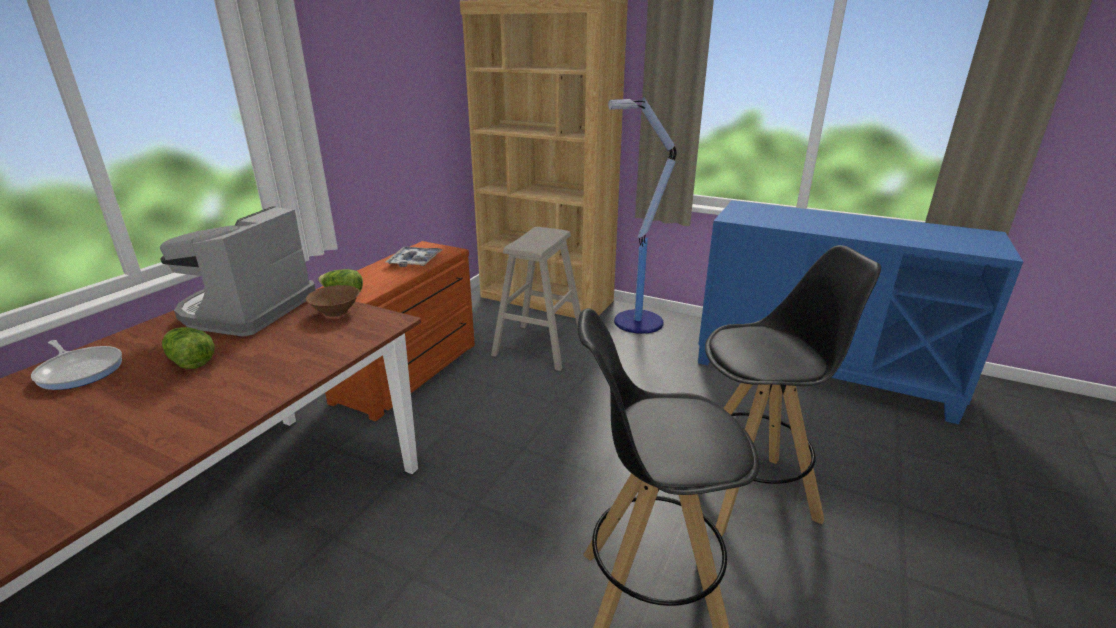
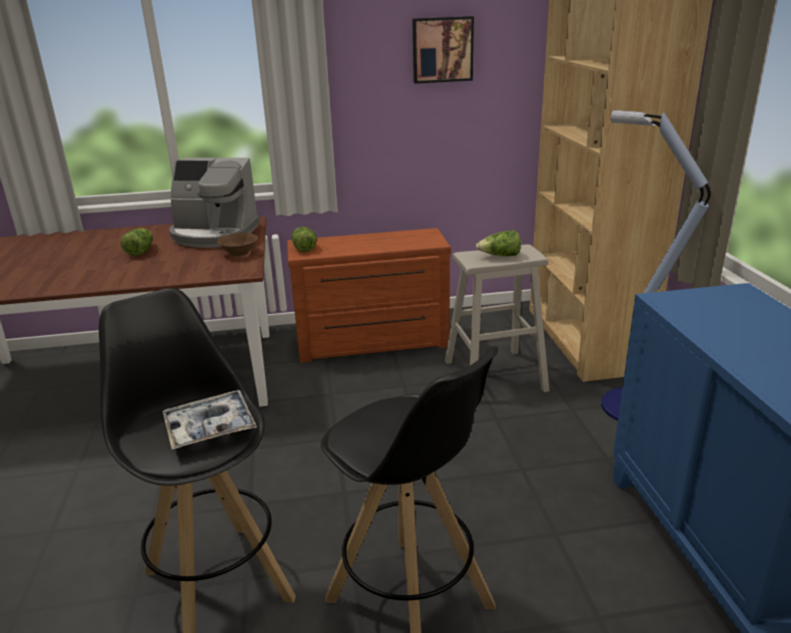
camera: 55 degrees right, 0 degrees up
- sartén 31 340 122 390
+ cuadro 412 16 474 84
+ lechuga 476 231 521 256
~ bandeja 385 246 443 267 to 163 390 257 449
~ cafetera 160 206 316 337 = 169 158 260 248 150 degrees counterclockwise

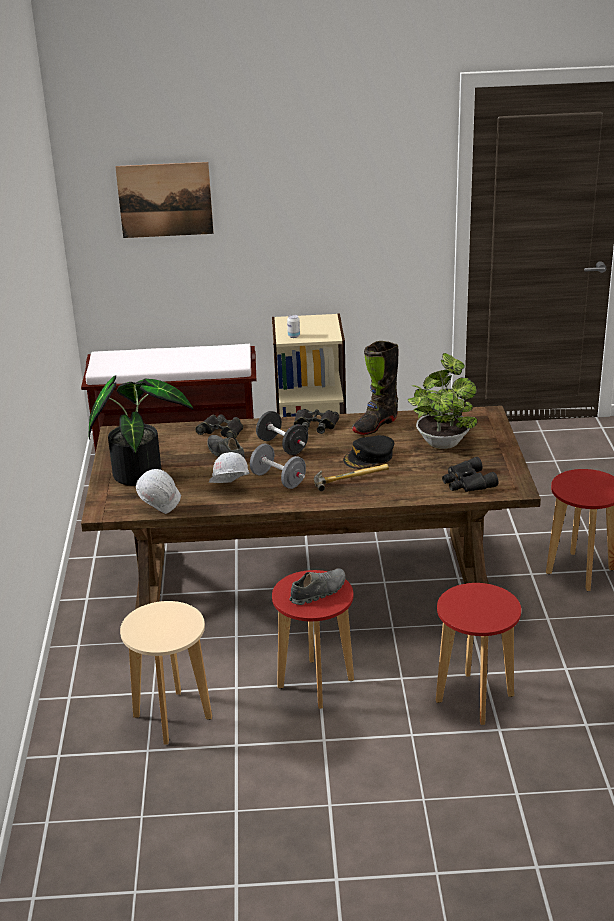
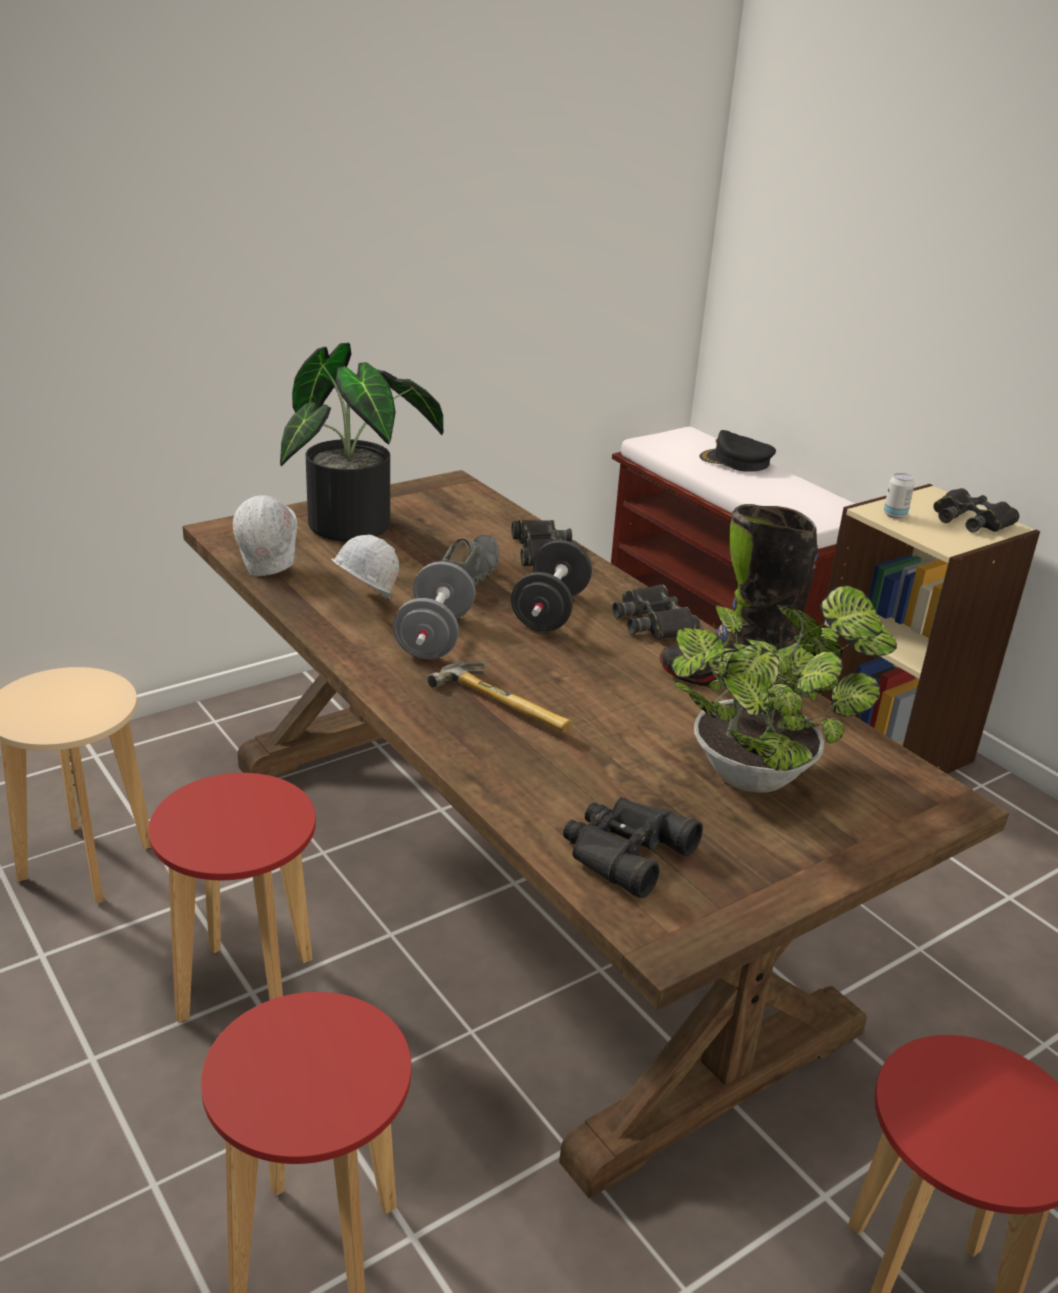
camera: 55 degrees right, 0 degrees up
- cuadro 115 162 214 238
- zapato (gris) 289 568 346 605
+ prismáticos (negro) 933 488 1019 533
~ gorra (negro) 343 435 394 469 to 699 430 776 472

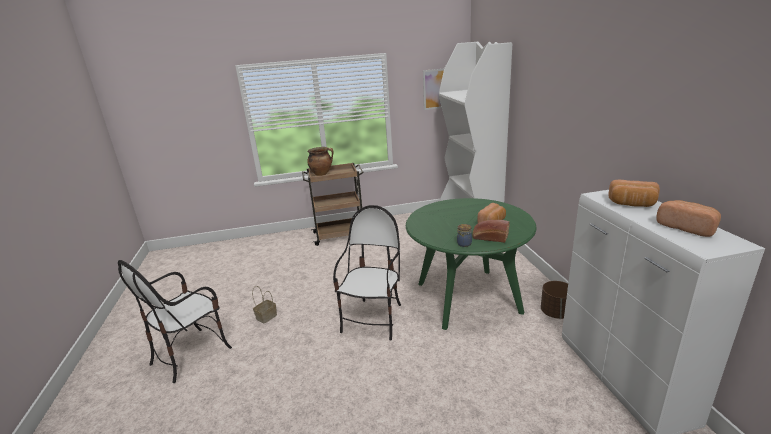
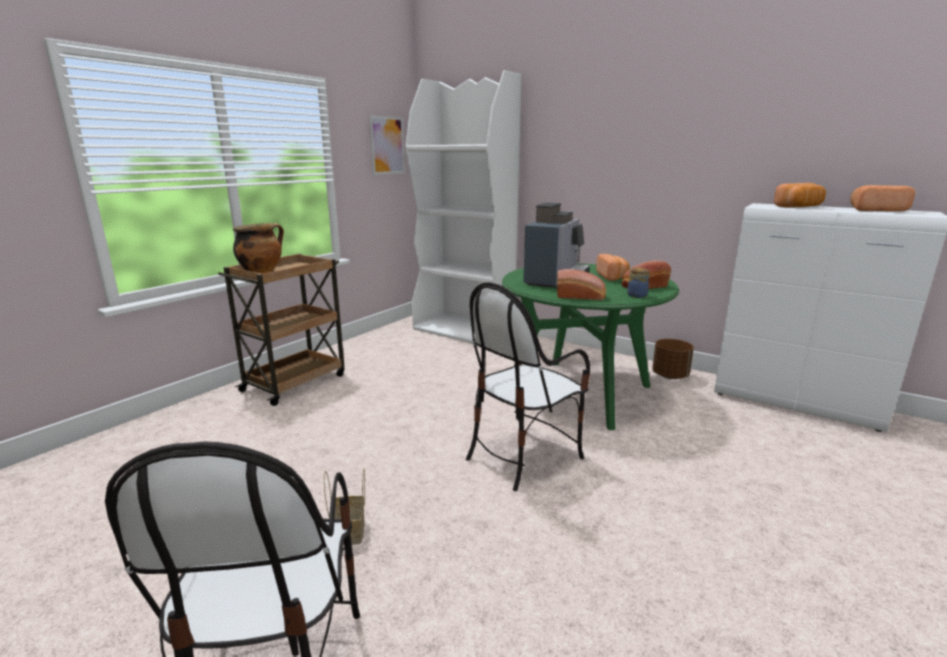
camera: 45 degrees left, 5 degrees down
+ cafetera 523 202 590 288
+ pan 557 269 606 300
~ silla 333 205 401 341 = 466 282 590 491 105 degrees counterclockwise

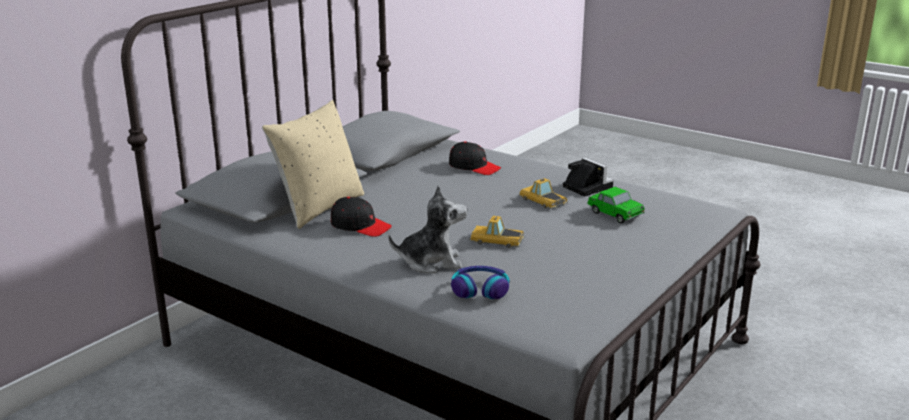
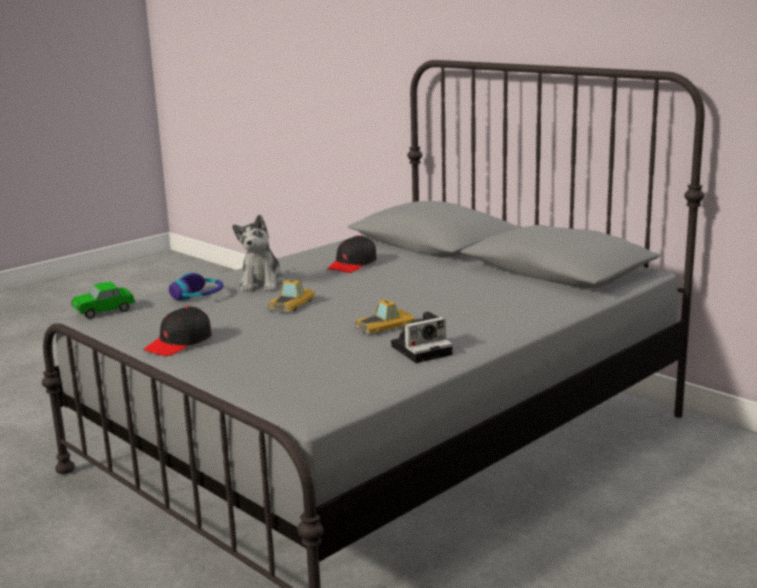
camera: 100 degrees right, 5 degrees down
- cojín (beis) 262 100 364 229
~ gorra (negro) 449 141 501 175 to 143 306 212 356
~ coche de juguete 587 187 645 223 to 71 281 136 319

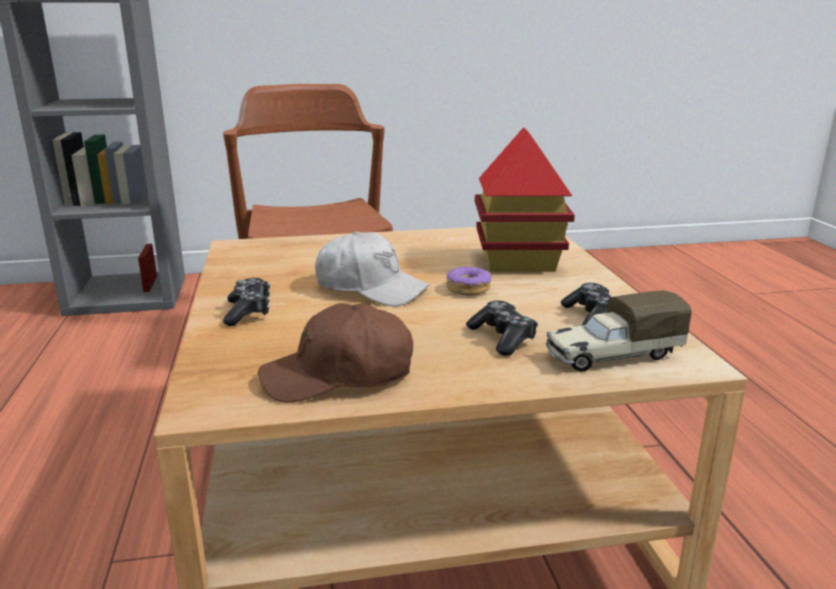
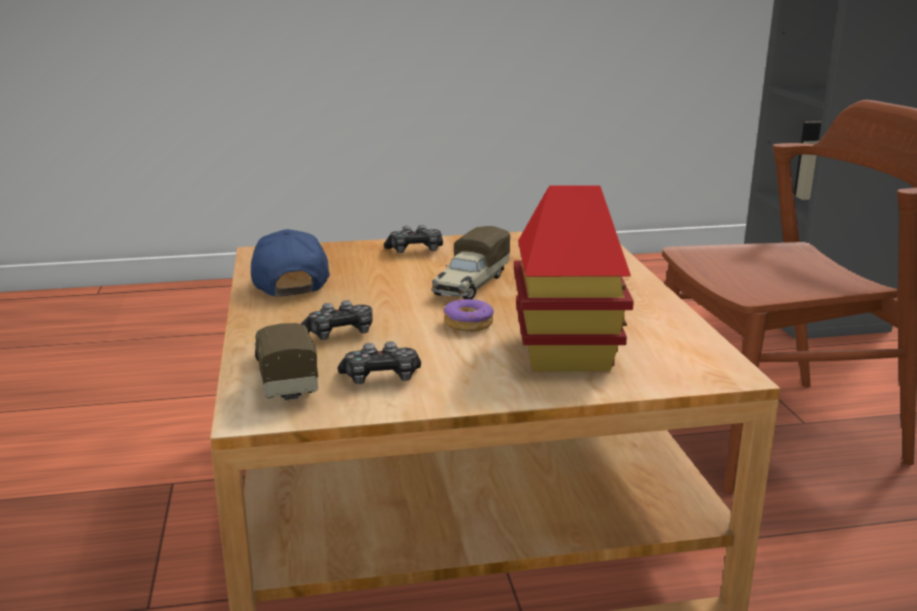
camera: 90 degrees right, 0 degrees up
~ gorra (blanco) 315 231 430 307 to camión de juguete 431 226 510 299
~ gorra (marrón) 258 303 413 403 to gorra (azul) 251 229 330 296

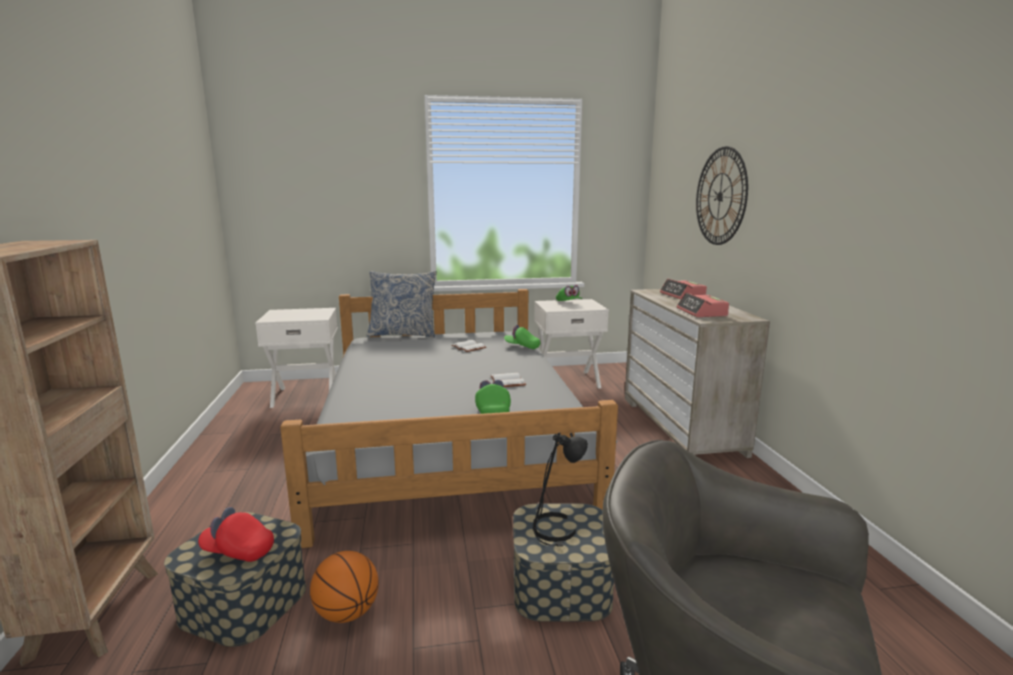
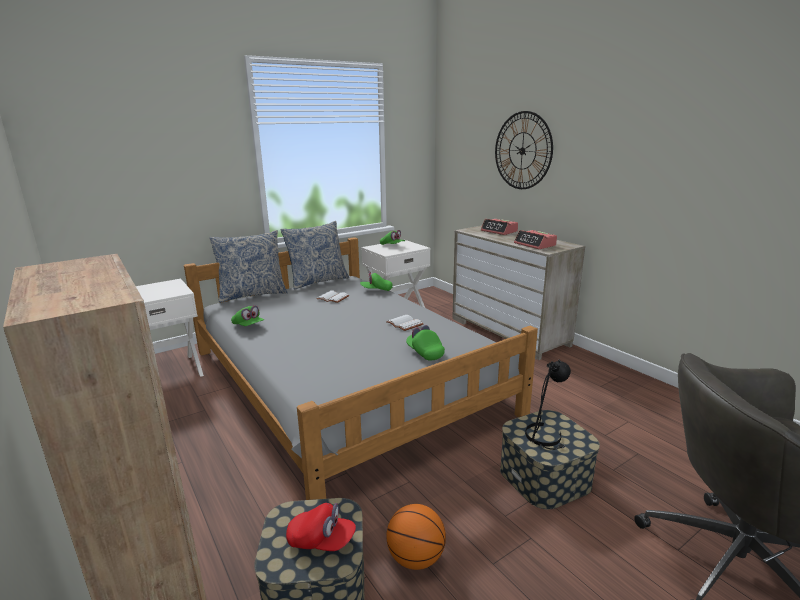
camera: 25 degrees left, 5 degrees up
+ gorra (verde) 231 306 264 326
+ cojín 280 221 349 290
~ gorra (rojo) 198 507 274 562 = 286 503 356 551 150 degrees counterclockwise

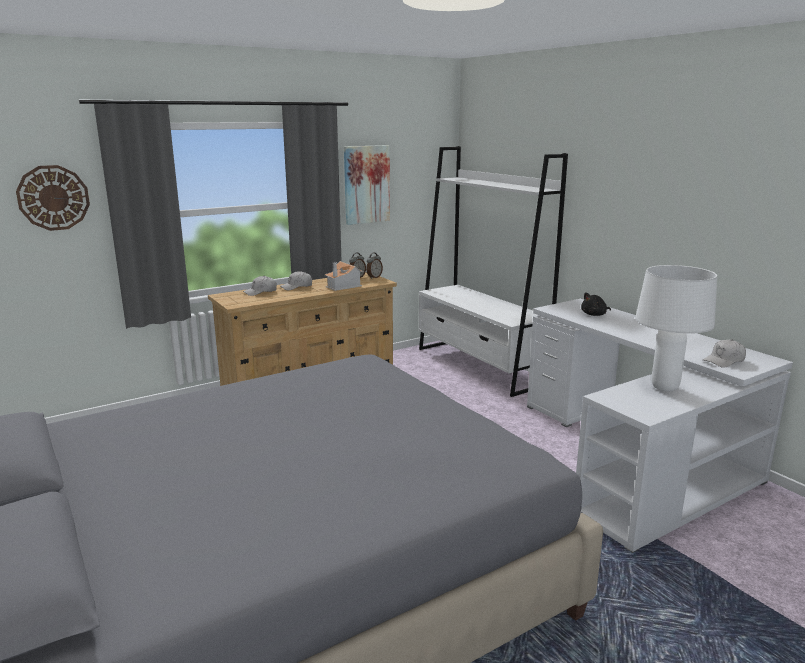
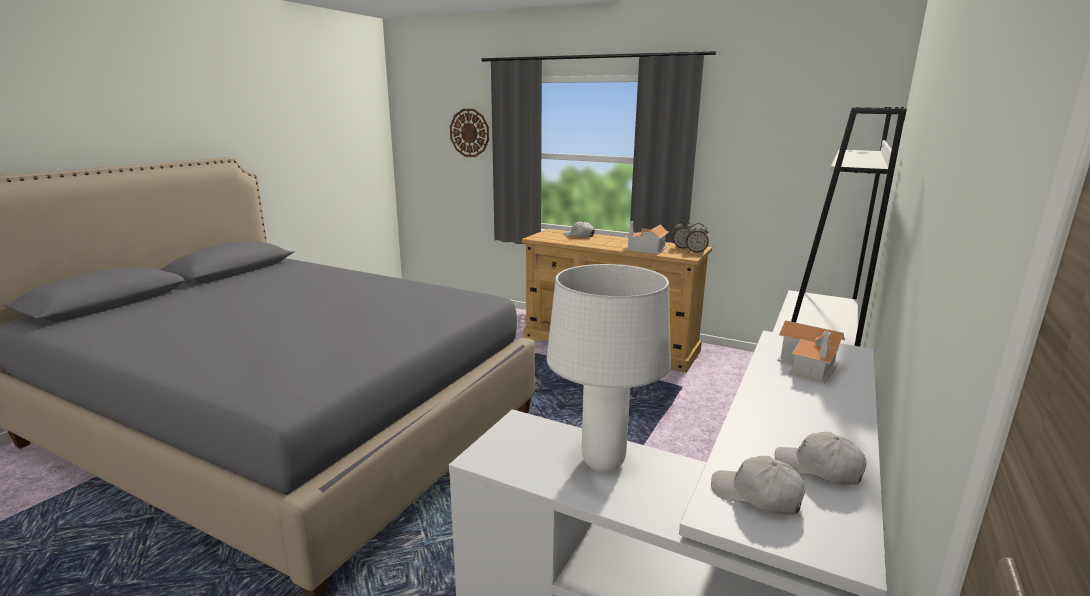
camera: 60 degrees right, 0 degrees up
- cuadro 344 145 390 225
~ gorra (blanco) 280 271 312 290 to 775 432 867 485
~ peluche (negro) 581 292 611 316 to casita 777 320 845 384

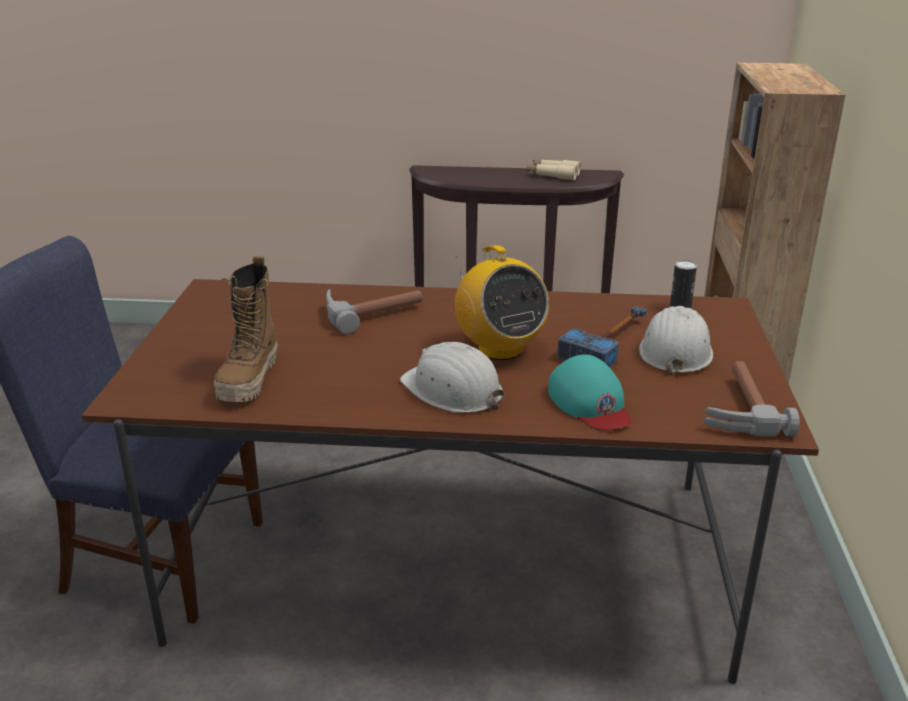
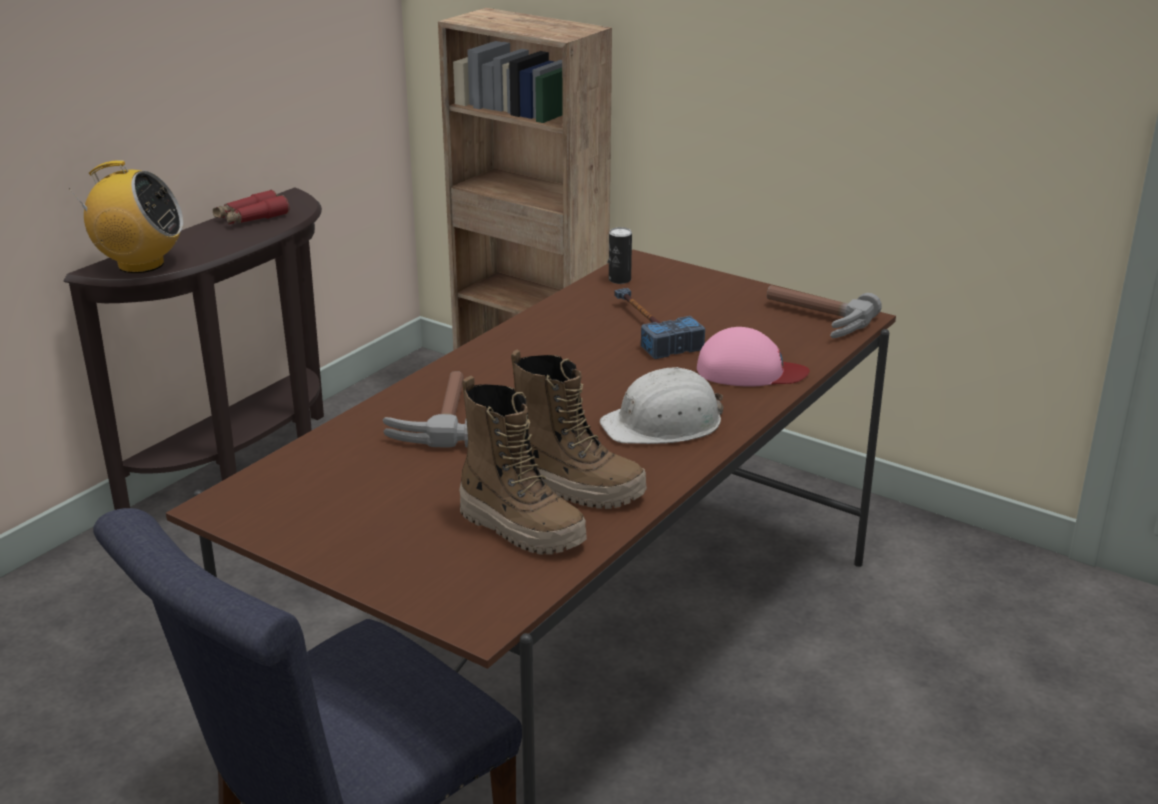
camera: 60 degrees left, 0 degrees up
- casco (blanco) 639 306 713 376
+ bota 511 349 647 509
~ radio 455 245 549 360 to 68 160 183 273
~ prismáticos (beis) 527 160 581 181 to prismáticos (rojo) 213 190 289 224
~ gorra (turquesa) 548 354 631 430 to gorra (rosa) 697 327 809 387

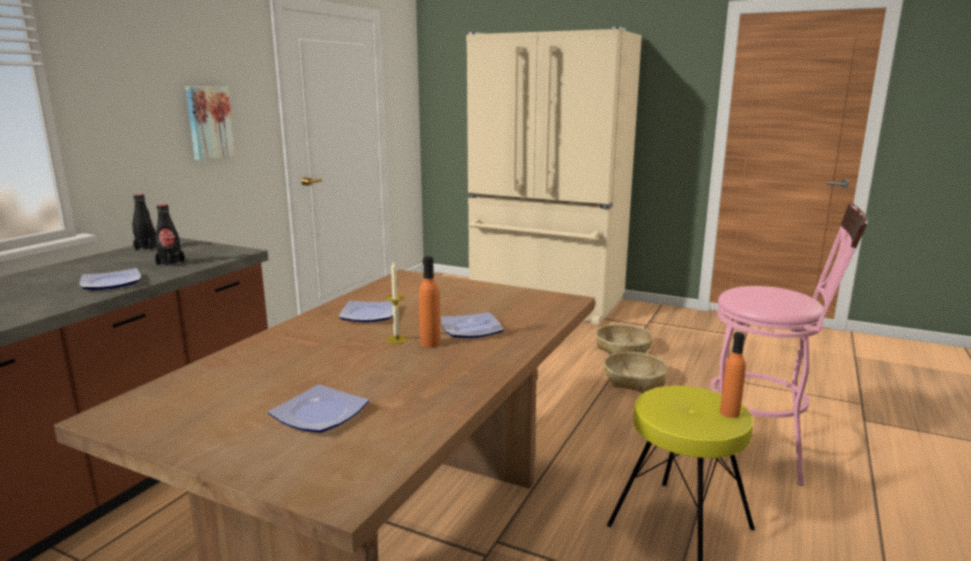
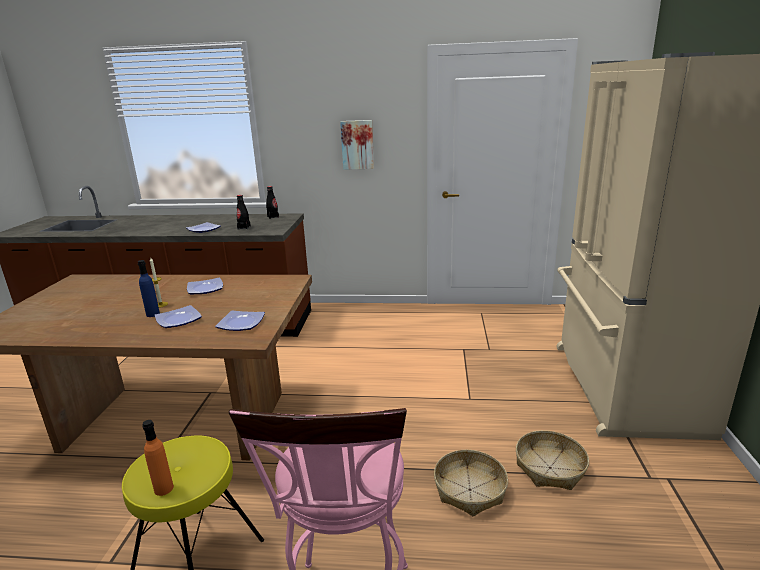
camera: 70 degrees right, 5 degrees up
~ plato 268 384 369 433 to 215 311 265 331
~ botella (naranja) 419 256 440 348 to botella (azul) 138 260 160 317

